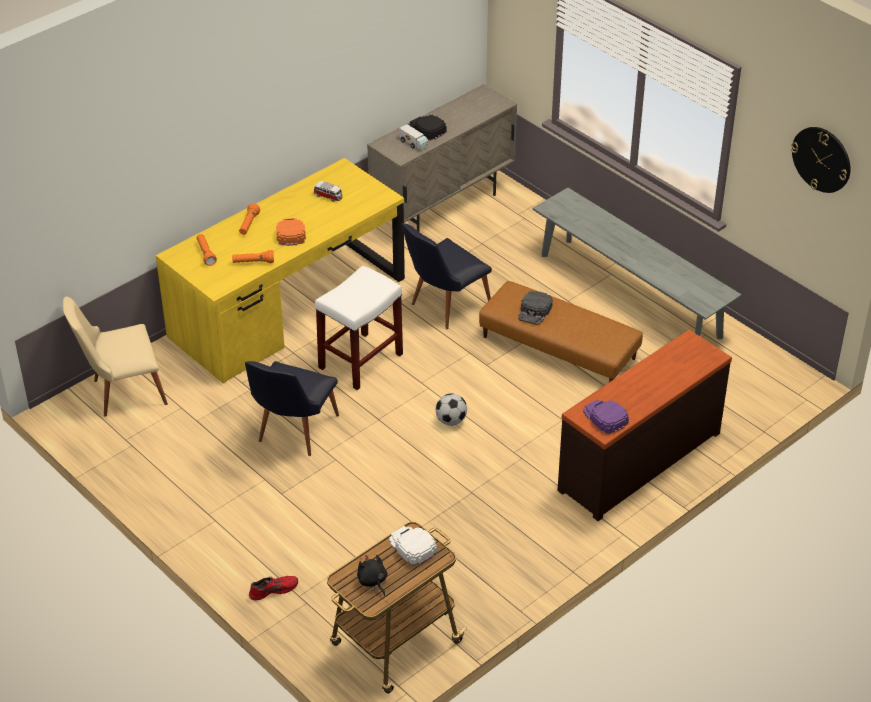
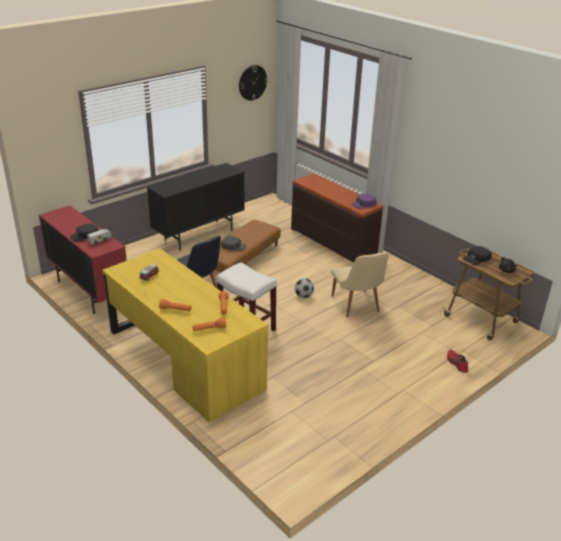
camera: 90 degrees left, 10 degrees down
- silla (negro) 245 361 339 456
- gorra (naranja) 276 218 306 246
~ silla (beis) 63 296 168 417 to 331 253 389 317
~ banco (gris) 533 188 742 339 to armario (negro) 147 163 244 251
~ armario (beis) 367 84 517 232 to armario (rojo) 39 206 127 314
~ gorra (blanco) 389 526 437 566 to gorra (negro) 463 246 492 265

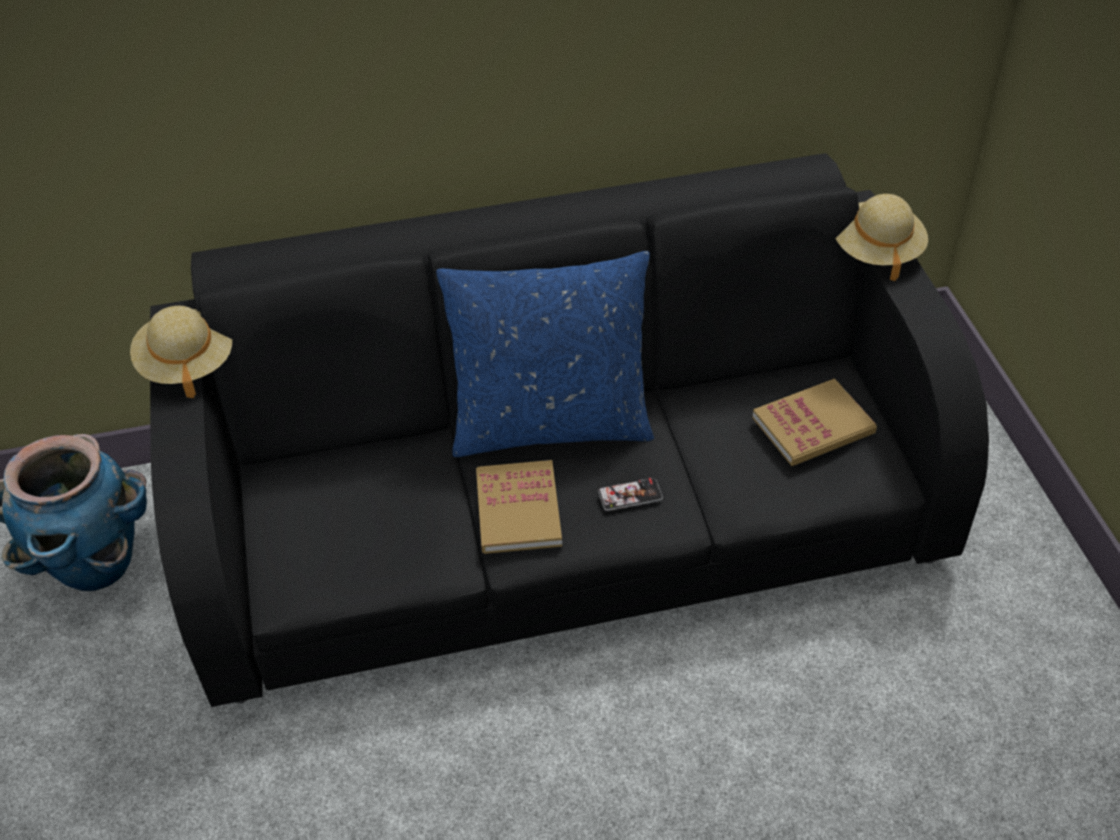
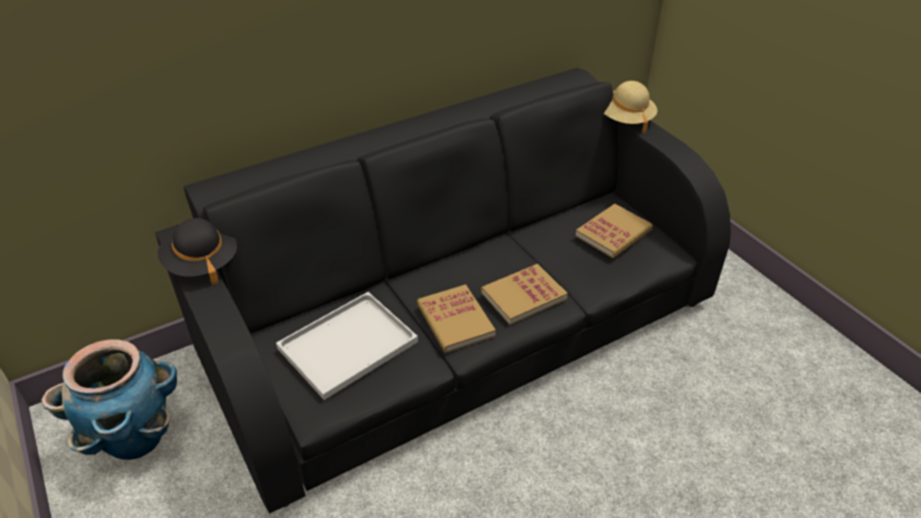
camera: 20 degrees left, 5 degrees down
- cojín (azul) 436 251 654 457
+ bandeja (blanco) 276 292 418 400
~ móvil 598 478 663 511 to libro 481 264 568 325
~ sombrero (beis) 130 306 232 398 to sombrero (negro) 158 218 237 284

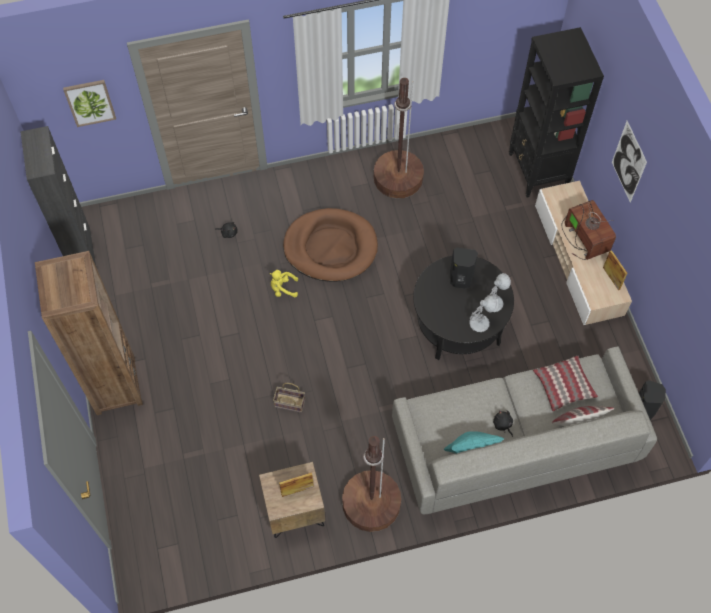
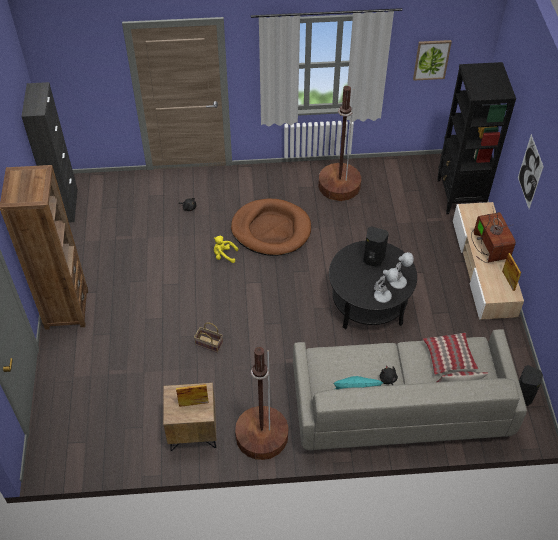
camera: 10 degrees right, 10 degrees down
~ cuadro 63 80 116 127 to 413 40 452 81

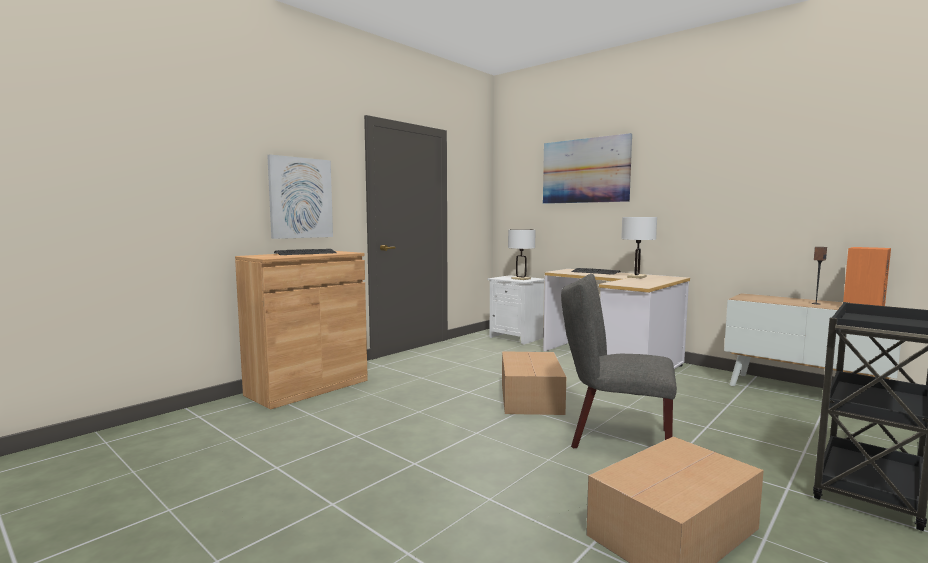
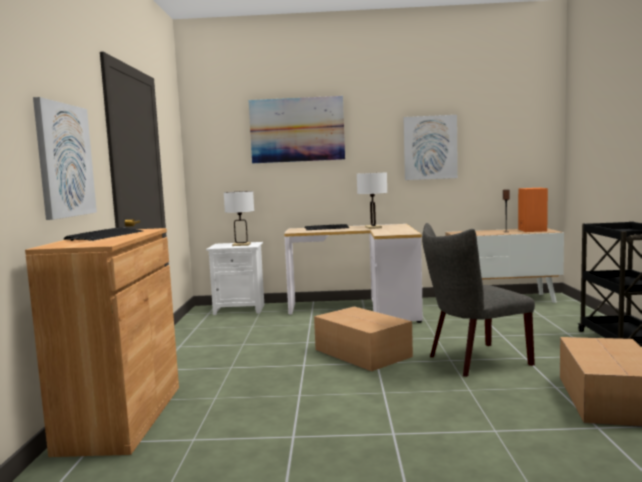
camera: 40 degrees left, 0 degrees up
+ cuadro 403 115 458 180

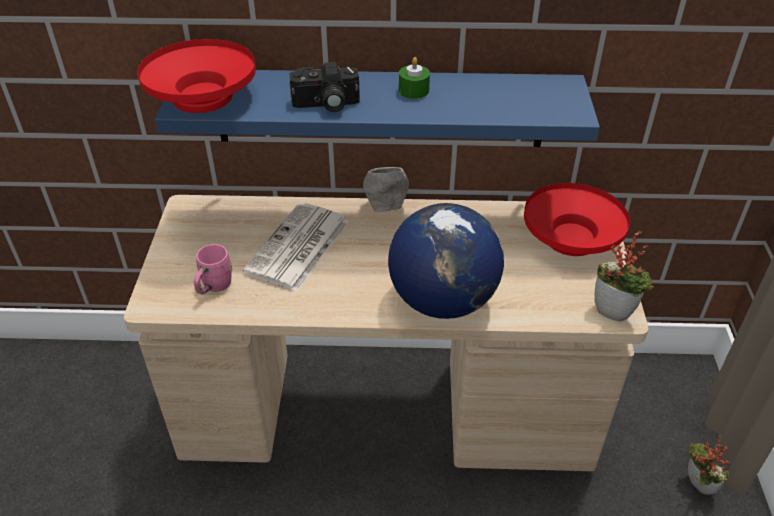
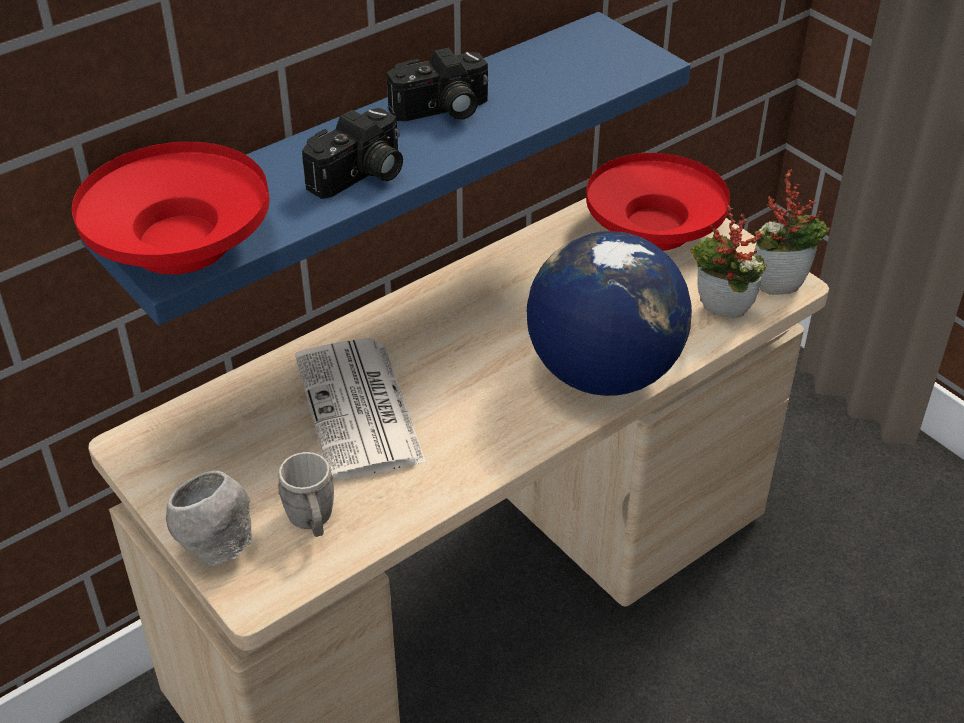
camera: 40 degrees left, 0 degrees up
~ cuenco (gris) 363 167 409 212 to 166 470 252 566
~ planta en maceta 688 435 729 495 to 691 205 767 318
~ vela (verde) 399 57 430 99 to cámara 387 48 488 121
~ taza grande (rosa) 194 244 232 295 to taza grande (gris) 278 452 334 537

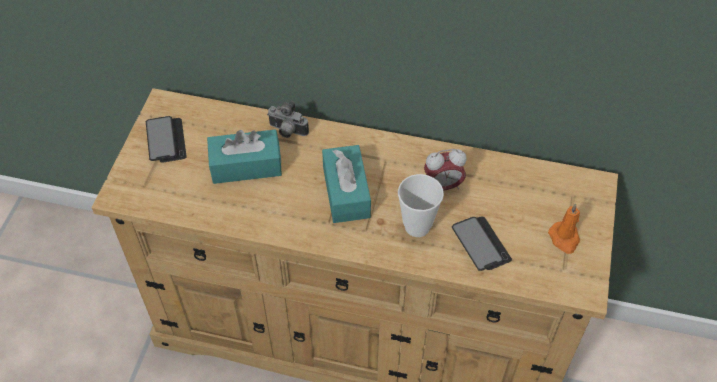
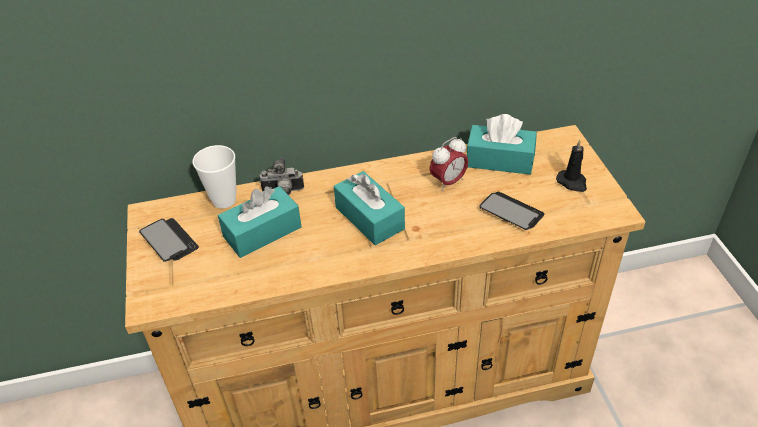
camera: 25 degrees left, 10 degrees down
+ caja de pañuelos (turquesa) 467 114 537 175
~ taza 398 174 444 237 to 193 145 237 208
~ vela (naranja) 548 204 580 254 to vela (negro) 556 139 587 192

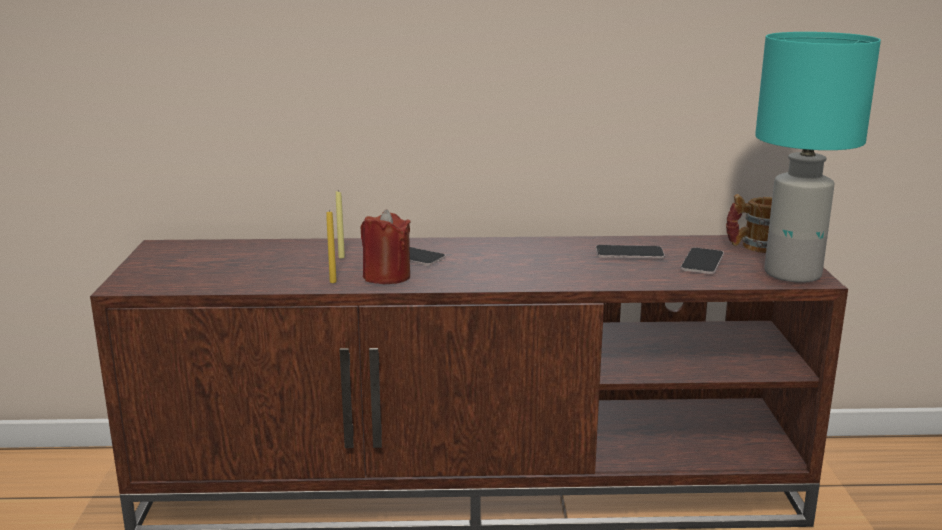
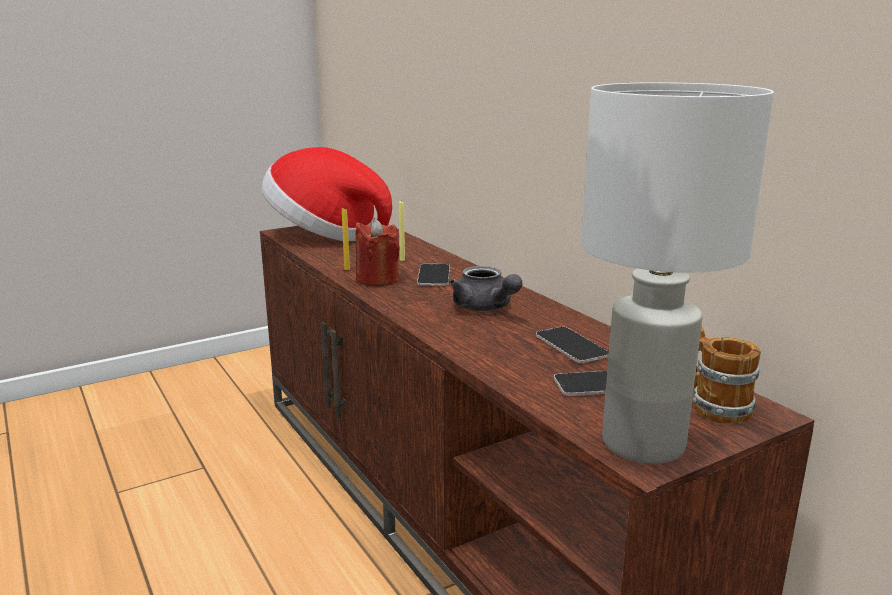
camera: 60 degrees right, 0 degrees up
+ sombrero 261 147 392 241
+ tetera (gris) 450 266 522 311
~ lámpara de mesa (turquesa) 755 32 881 283 to lámpara de mesa (blanco) 581 82 774 464

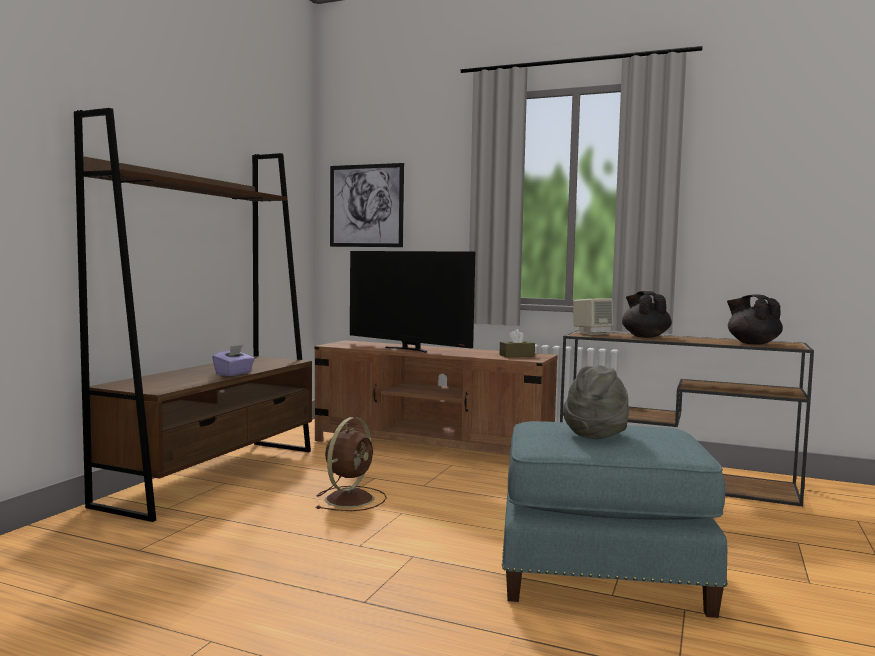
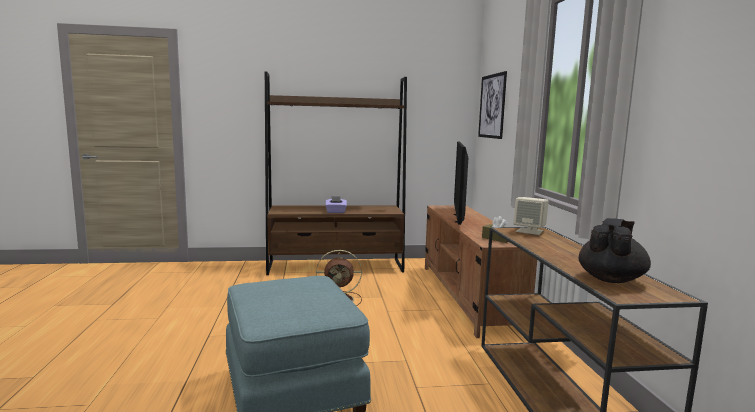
camera: 60 degrees right, 5 degrees up
- sombrero (gris) 563 365 629 439
- tetera (negro) 622 291 672 338

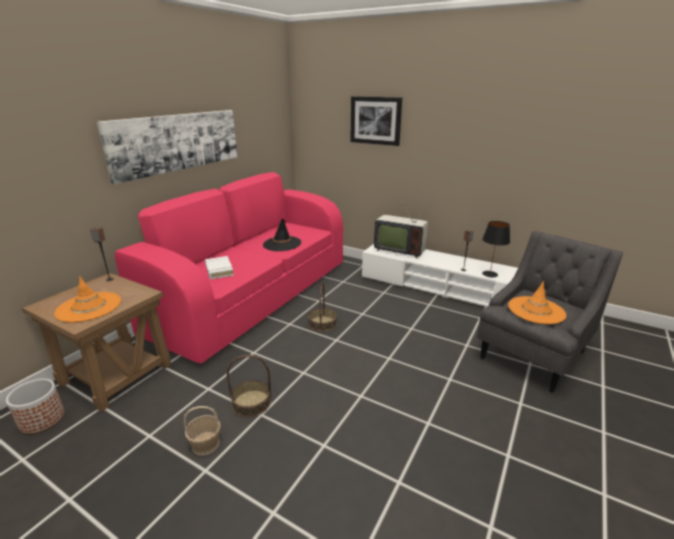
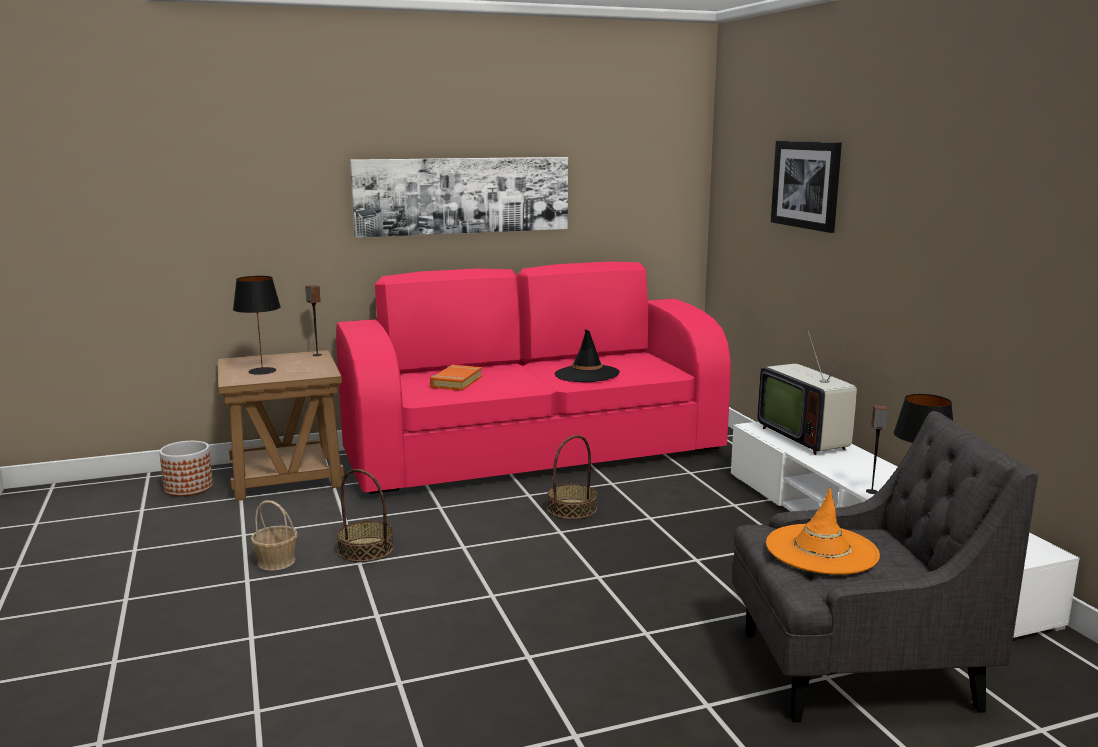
camera: 40 degrees right, 10 degrees down
~ sombrero (naranja) 54 276 121 322 to lámpara de mesa (negro) 233 276 281 375
~ libro (blanco) 205 256 234 279 to libro (naranja) 430 365 482 391

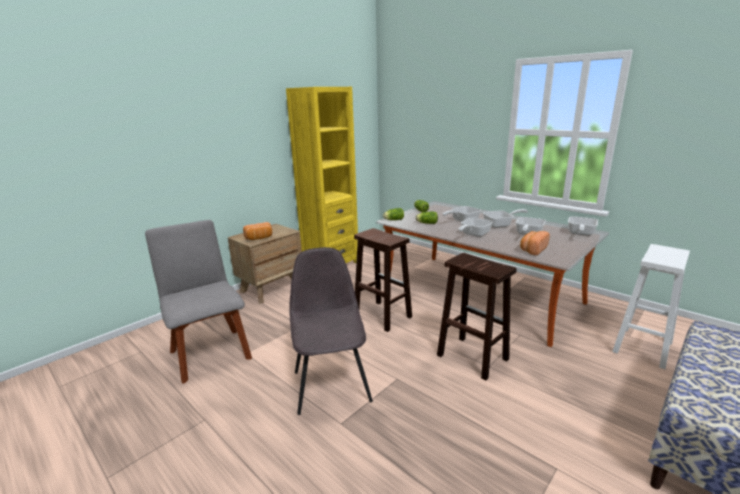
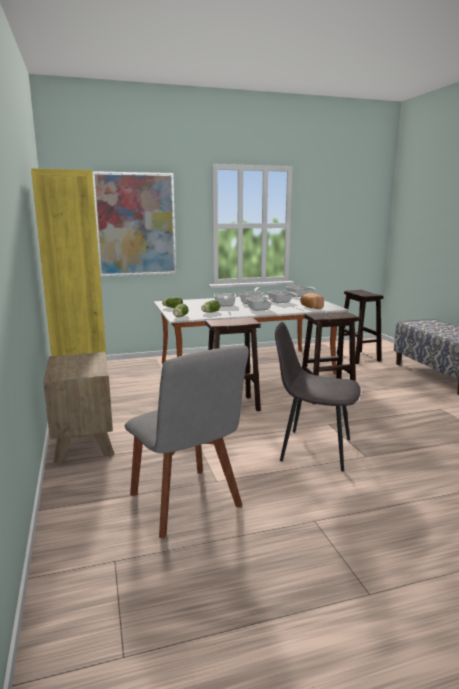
camera: 60 degrees left, 5 degrees down
- pan 243 222 272 240
+ cuadro 92 171 176 277
~ taburete (blanco) 612 244 690 369 to taburete (marrón) 337 290 383 364
~ silla (gris) 145 220 252 384 = 125 345 249 538 120 degrees counterclockwise

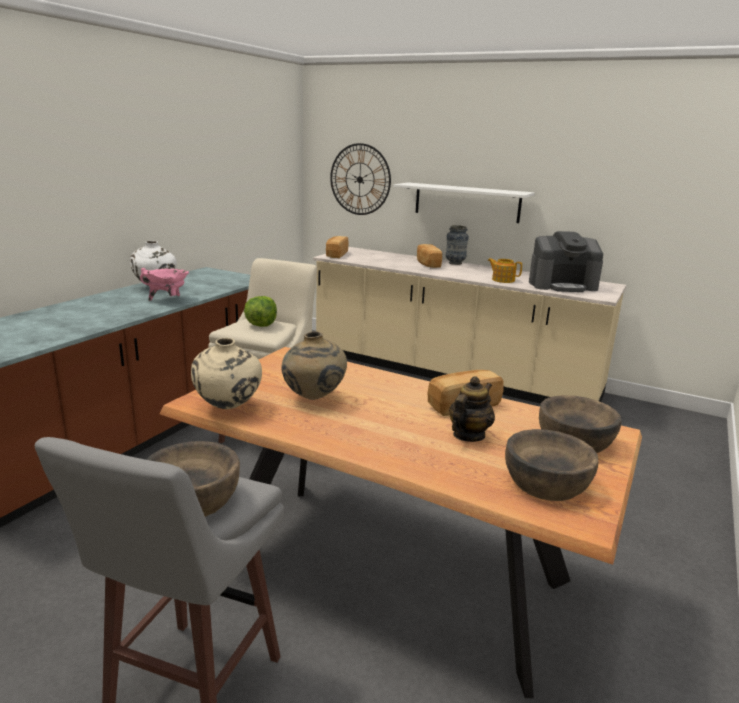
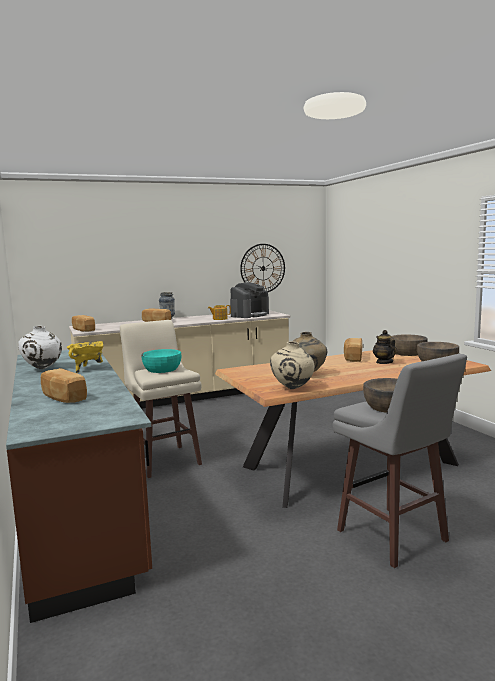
camera: 50 degrees left, 10 degrees down
- estante (blanco) 393 182 535 223
+ pan 41 368 87 403
~ reloj de pared 330 143 391 215 to 240 244 285 292
~ lechuga 244 296 277 327 to cuenco (turquesa) 141 349 181 373
~ olla (rosa) 140 268 189 301 to olla (amarillo) 67 341 104 373

